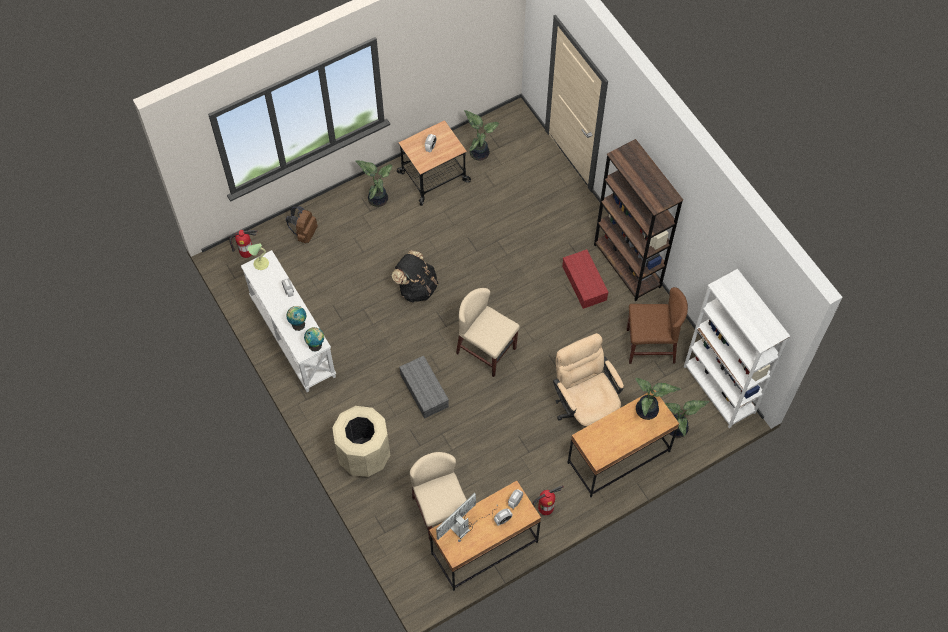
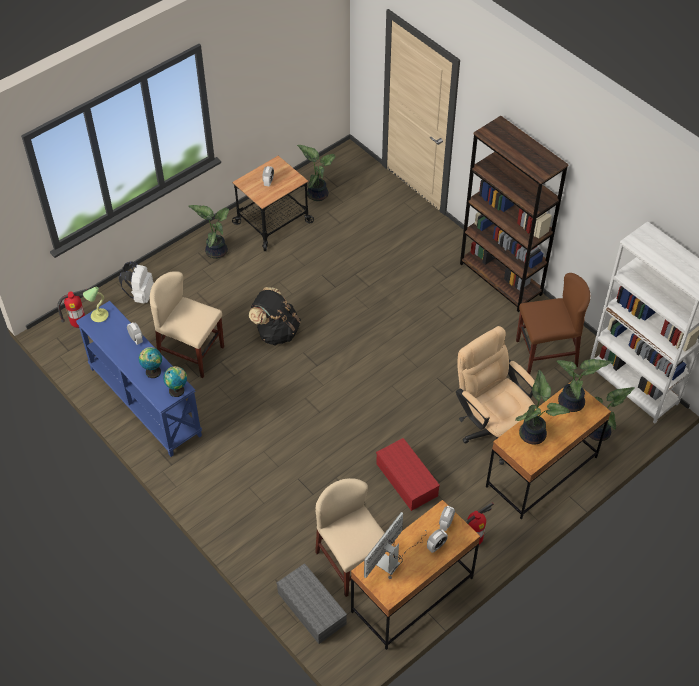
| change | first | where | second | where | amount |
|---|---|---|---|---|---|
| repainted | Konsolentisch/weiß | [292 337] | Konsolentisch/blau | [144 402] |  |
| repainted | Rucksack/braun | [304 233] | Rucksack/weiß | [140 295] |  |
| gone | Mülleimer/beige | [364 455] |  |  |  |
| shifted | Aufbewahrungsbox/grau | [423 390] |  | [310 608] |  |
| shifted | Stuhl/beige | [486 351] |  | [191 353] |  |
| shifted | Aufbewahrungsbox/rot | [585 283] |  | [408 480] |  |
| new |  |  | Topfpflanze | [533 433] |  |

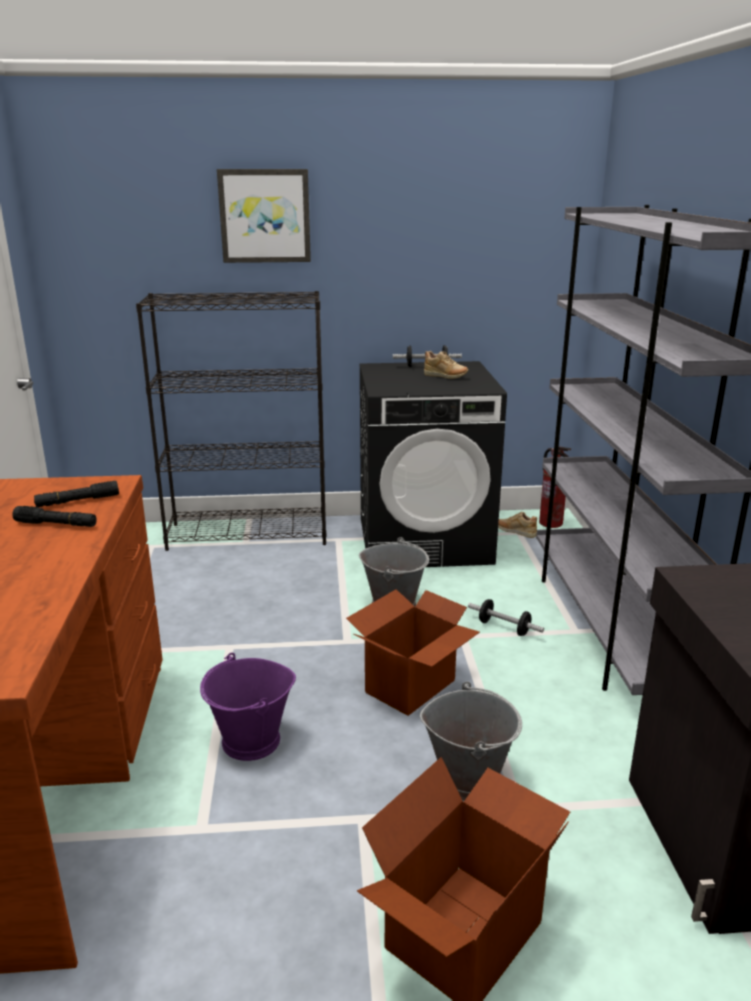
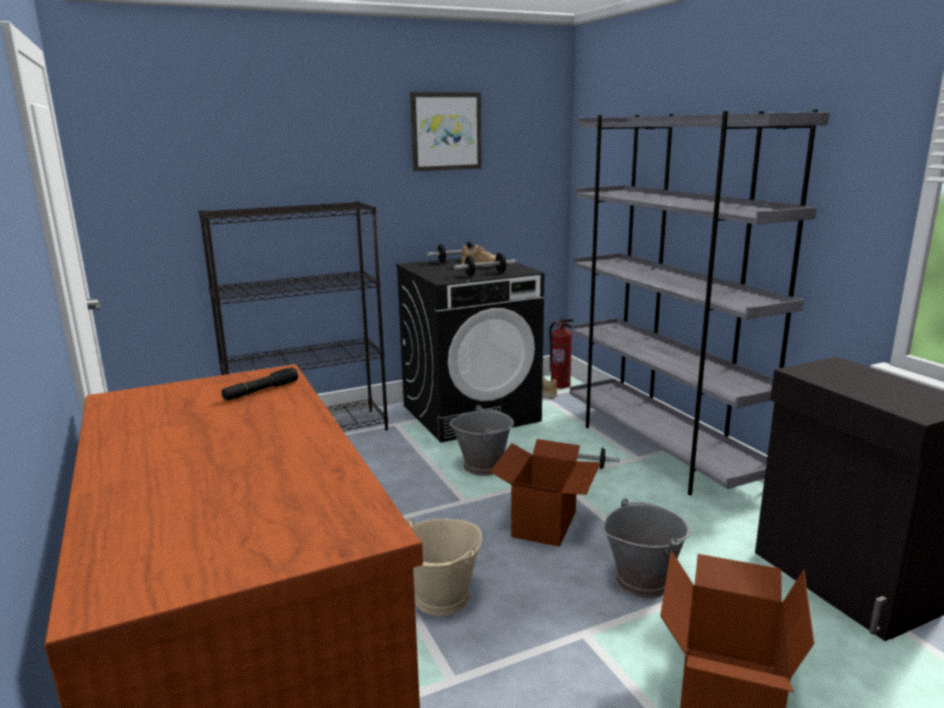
| change | first | where | second | where | amount |
|---|---|---|---|---|---|
| gone | Taschenlampe/schwarz | [56 524] |  |  |  |
| repainted | Eimer/lila | [251 741] | Eimer/beige | [442 598] |  |
| shifted | Bild | [265 216] |  | [446 131] |  |
| new |  |  | Hantel | [485 274] |  |

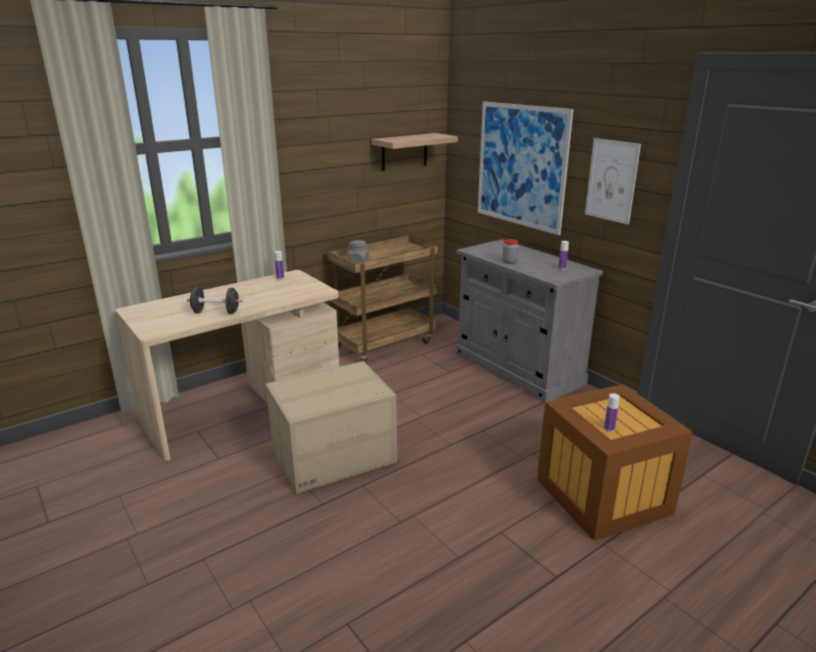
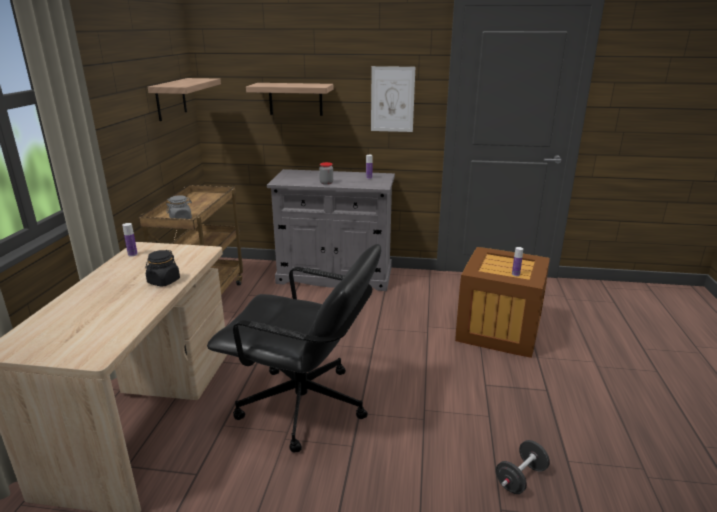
| change | first | where | second | where | amount |
|---|---|---|---|---|---|
| shifted | Hantel/schwarz | [216 312] |  | [520 478] |  |
| swapped | Karton | [334 457] | Bürostuhl/schwarz | [303 406] |  |
| swapped | Bild | [521 166] | Wandregal | [295 99] |  |
| new |  |  | Vorratsglas/schwarz | [163 281] |  |

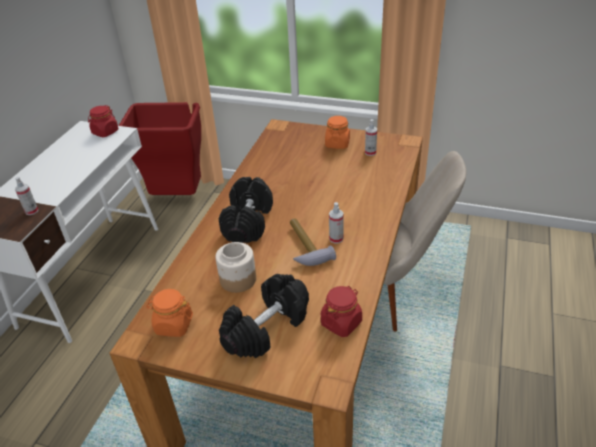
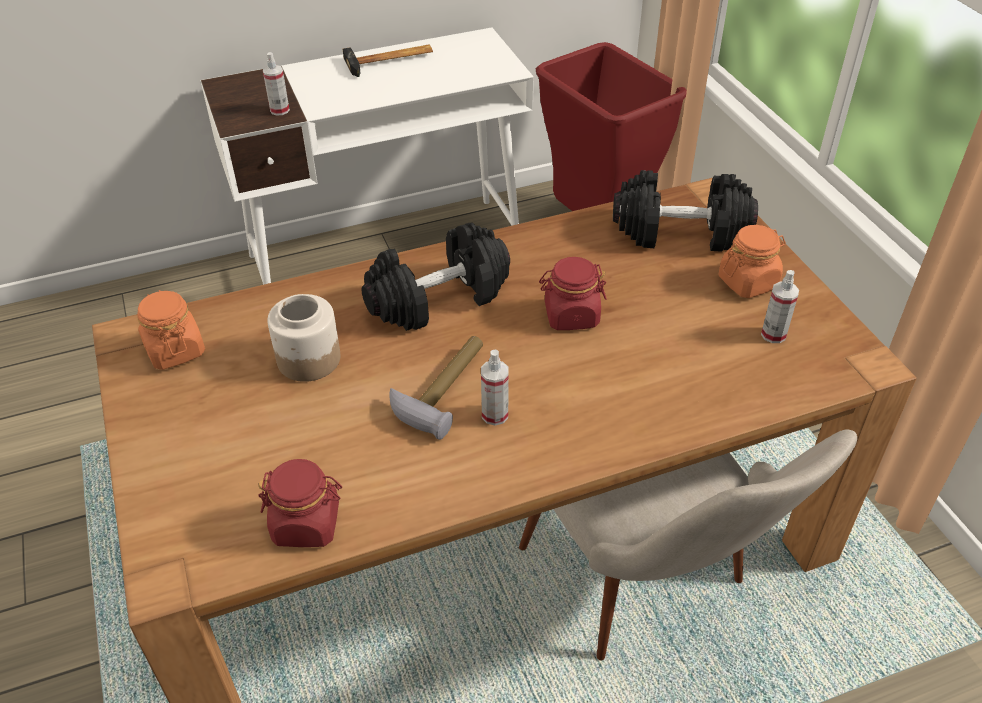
| change | first | where | second | where | amount |
|---|---|---|---|---|---|
| shifted | Vorratsglas/rot | [105 132] |  | [571 315] |  |
| shifted | Hantel/schwarz | [267 328] |  | [680 233] |  |
| new |  |  | Hammer | [390 61] |  |

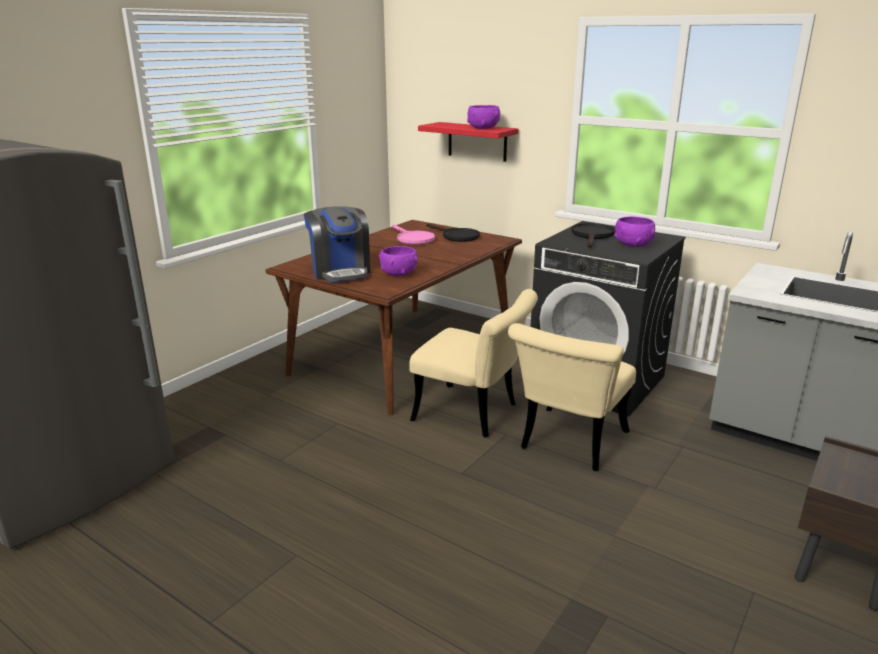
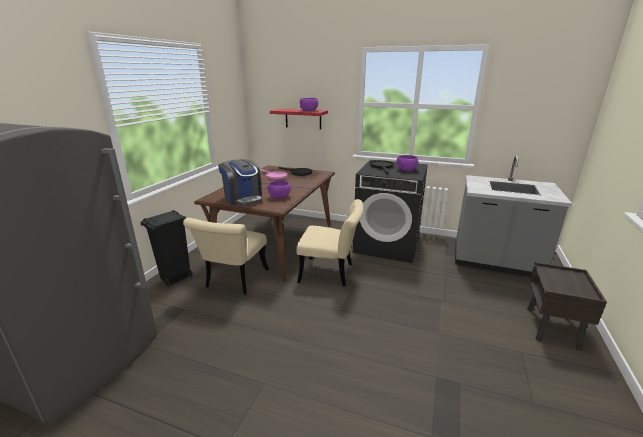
| change | first | where | second | where | amount |
|---|---|---|---|---|---|
| shifted | Stuhl/beige | [568 444] |  | [233 281] |  |
| new |  |  | Mülleimer/schwarz | [175 278] |  |

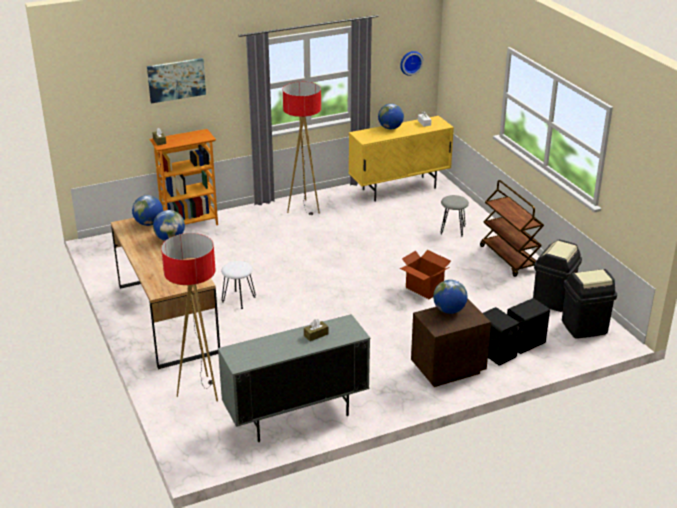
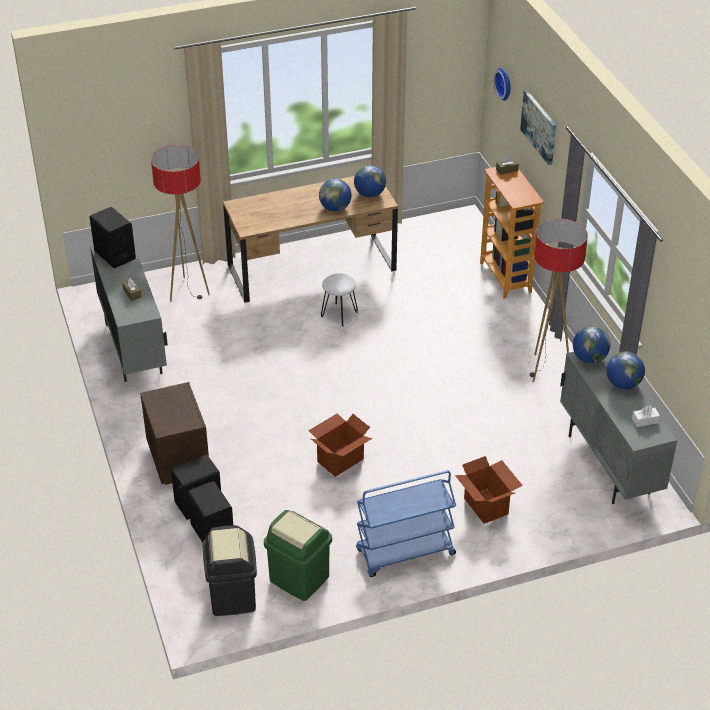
| change | first | where | second | where | amount |
|---|---|---|---|---|---|
| repainted | Schrank/gelb | [399 189] | Schrank/grau | [608 465] |  |
| shifted | Wanduhr | [410 62] |  | [505 83] |  |
| shifted | Globus | [449 310] |  | [589 358] |  |
| swapped | Hocker/grau | [452 230] | Karton | [486 506] |  |
| repainted | Rollwagen/braun | [509 258] | Rollwagen/blau | [405 553] |  |
| repainted | Mülleimer/schwarz | [553 299] | Mülleimer/grün | [299 579] |  |
| new |  |  | Lautsprecher/schwarz | [115 255] |  |

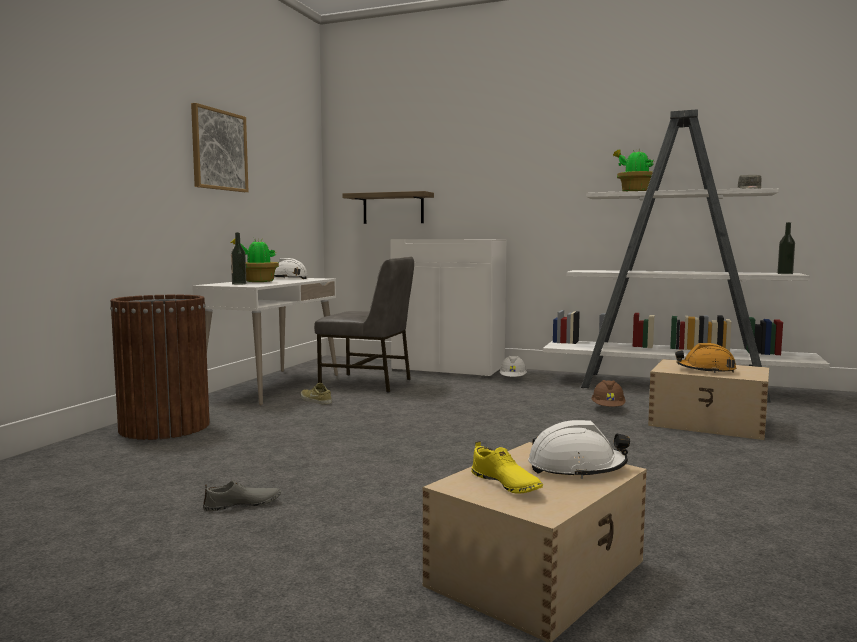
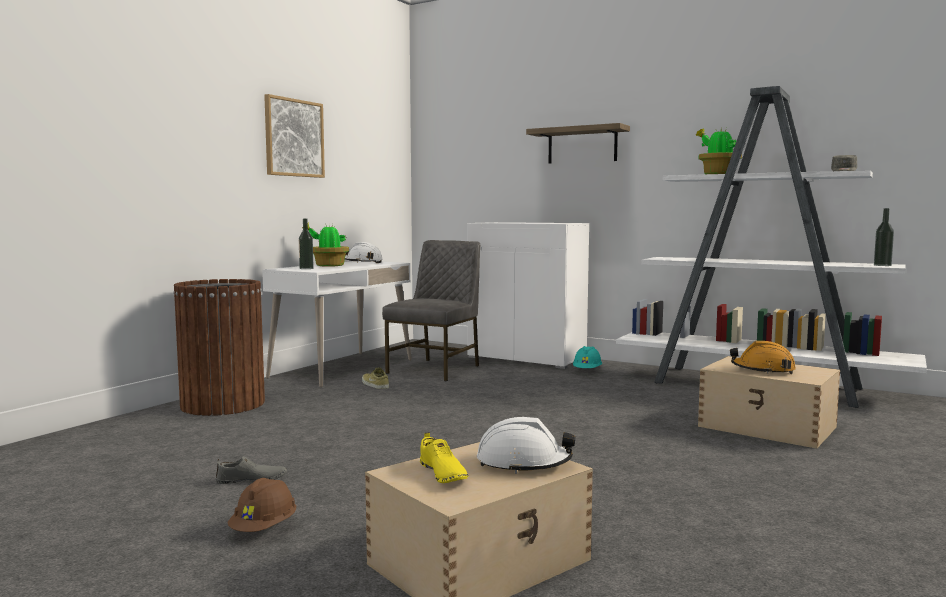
| change | first | where | second | where | amount |
|---|---|---|---|---|---|
| rotated | Stuhl/grau | [367 383] |  | [436 369] | 90 degrees counterclockwise |
| shifted | Wandregal | [393 208] |  | [582 145] |  |
| repainted | Schutzhelm/weiß | [513 379] | Schutzhelm/türkis | [587 371] |  |
| shifted | Schutzhelm/braun | [608 409] |  | [264 529] |  |

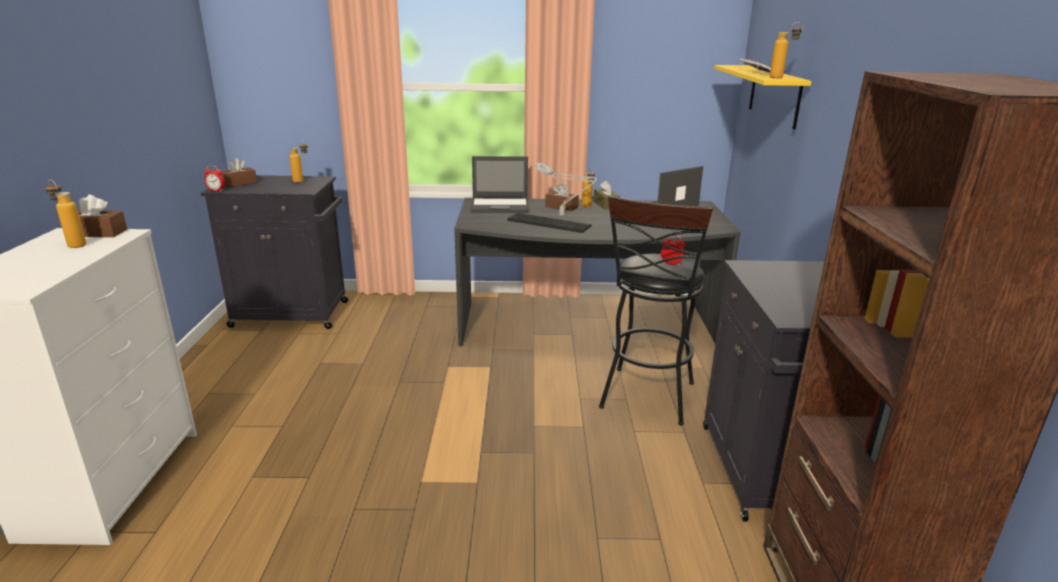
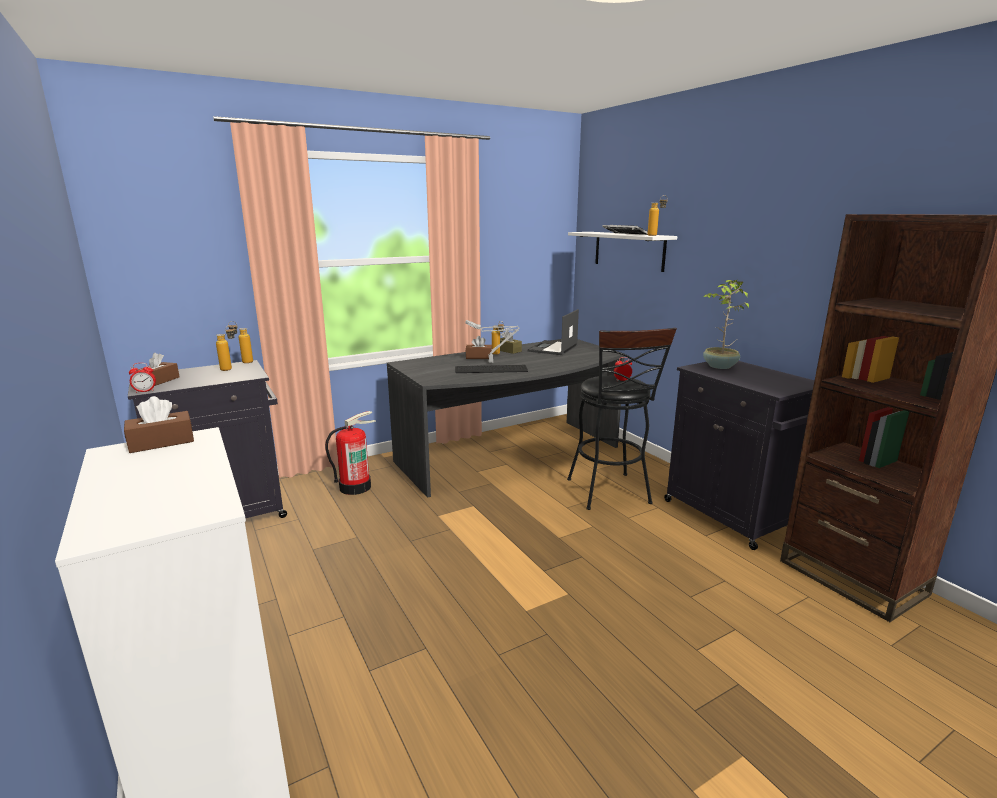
| change | first | where | second | where | amount |
|---|---|---|---|---|---|
| shifted | Flasche | [73 244] |  | [243 362] |  |
| gone | Laptop | [500 206] |  |  |  |
| repainted | Wandregal/gelb | [774 95] | Wandregal/weiß | [628 250] |  |
| new |  |  | Feuerlöscher | [355 487] |  |
| new |  |  | Topfpflanze | [719 366] |  |

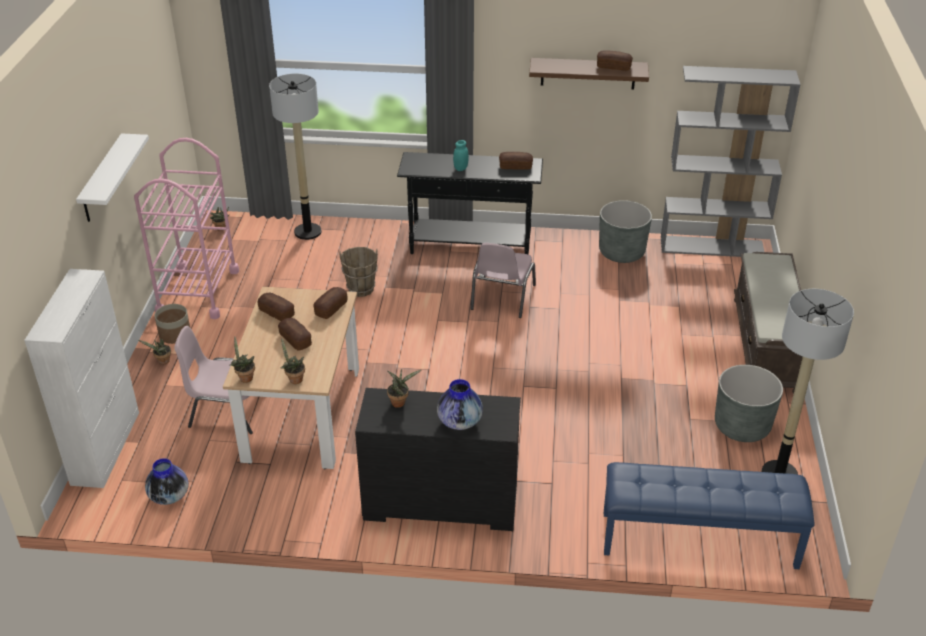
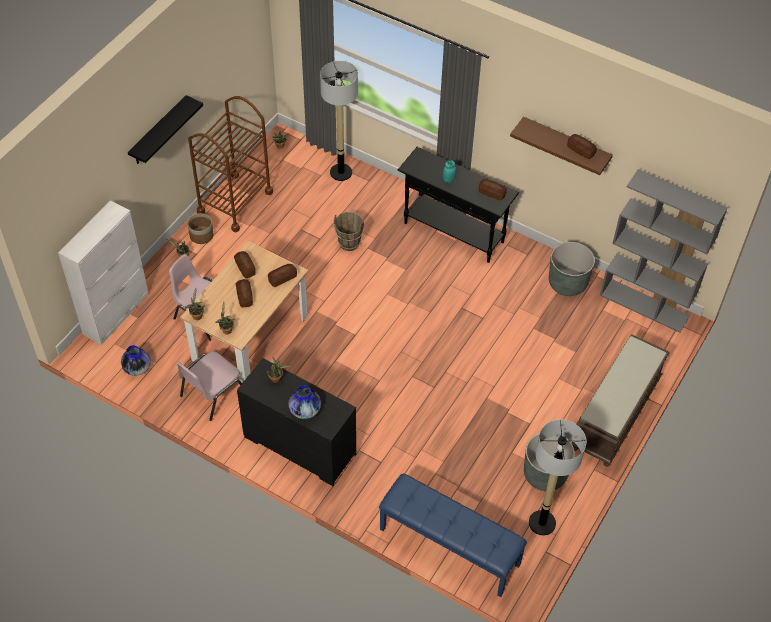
| change | first | where | second | where | amount |
|---|---|---|---|---|---|
| repainted | Wandregal/weiß | [102 179] | Wandregal/schwarz | [158 131] |  |
| repainted | Rollwagen/rosa | [198 292] | Rollwagen/braun | [235 202] |  |
| shifted | Stuhl/rosa | [501 298] |  | [212 393] |  |

